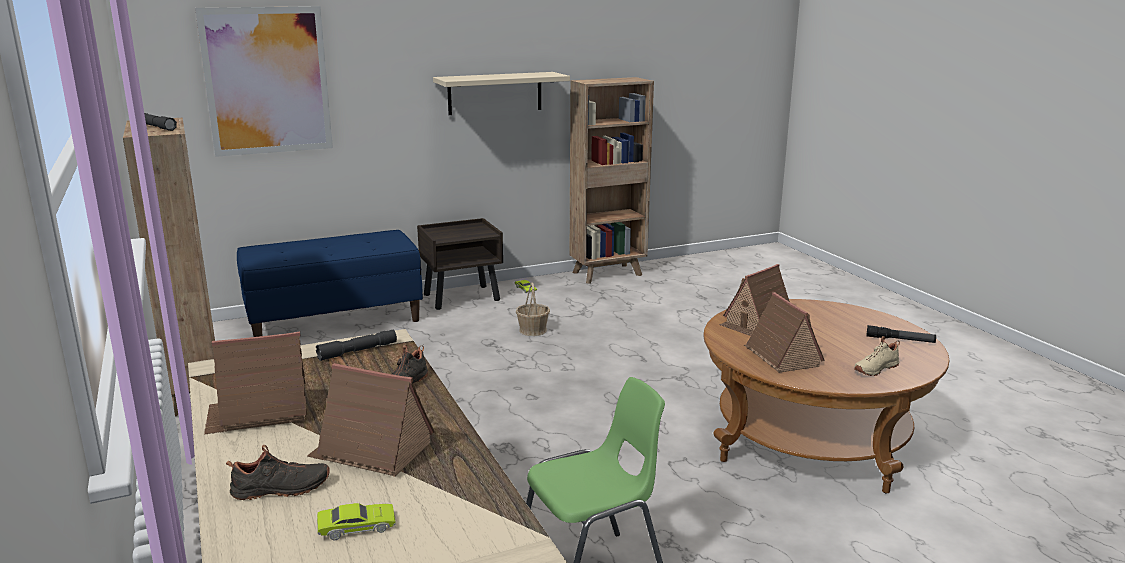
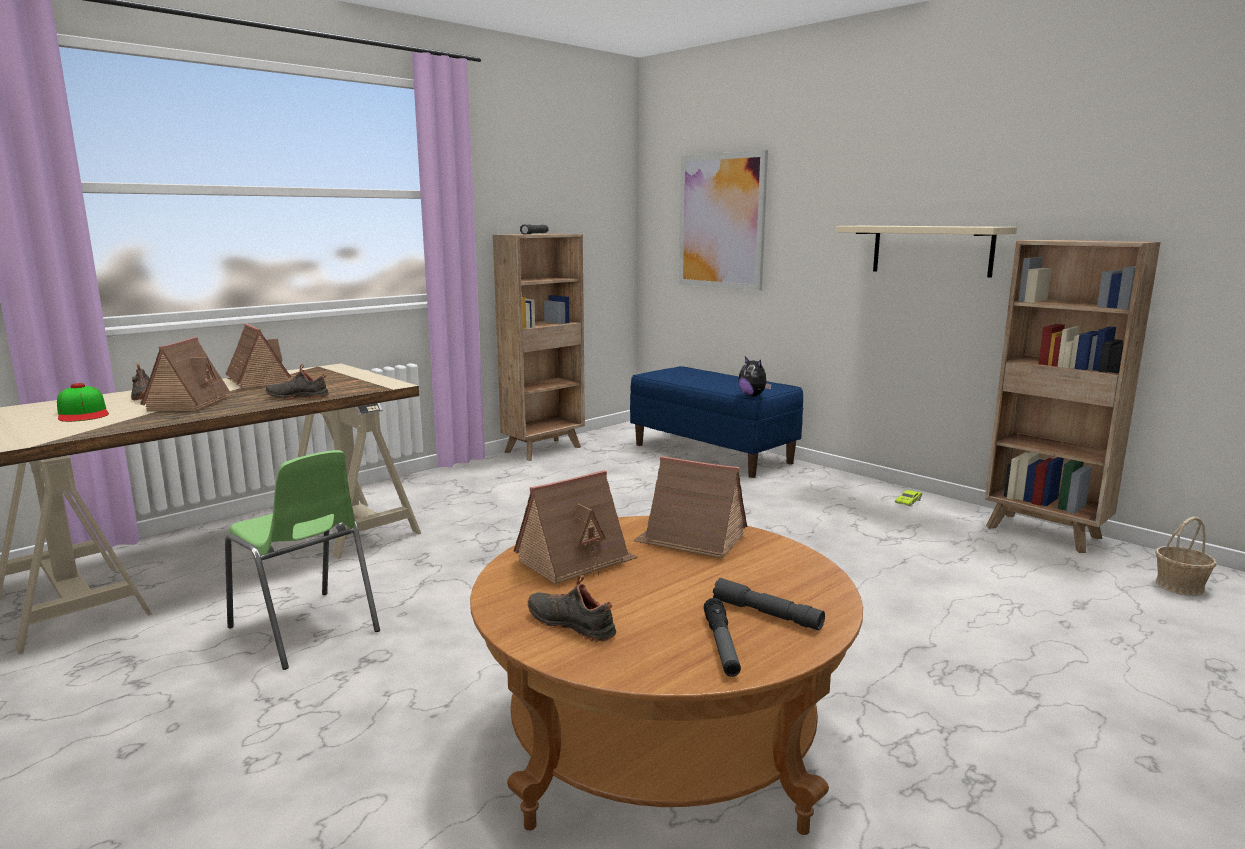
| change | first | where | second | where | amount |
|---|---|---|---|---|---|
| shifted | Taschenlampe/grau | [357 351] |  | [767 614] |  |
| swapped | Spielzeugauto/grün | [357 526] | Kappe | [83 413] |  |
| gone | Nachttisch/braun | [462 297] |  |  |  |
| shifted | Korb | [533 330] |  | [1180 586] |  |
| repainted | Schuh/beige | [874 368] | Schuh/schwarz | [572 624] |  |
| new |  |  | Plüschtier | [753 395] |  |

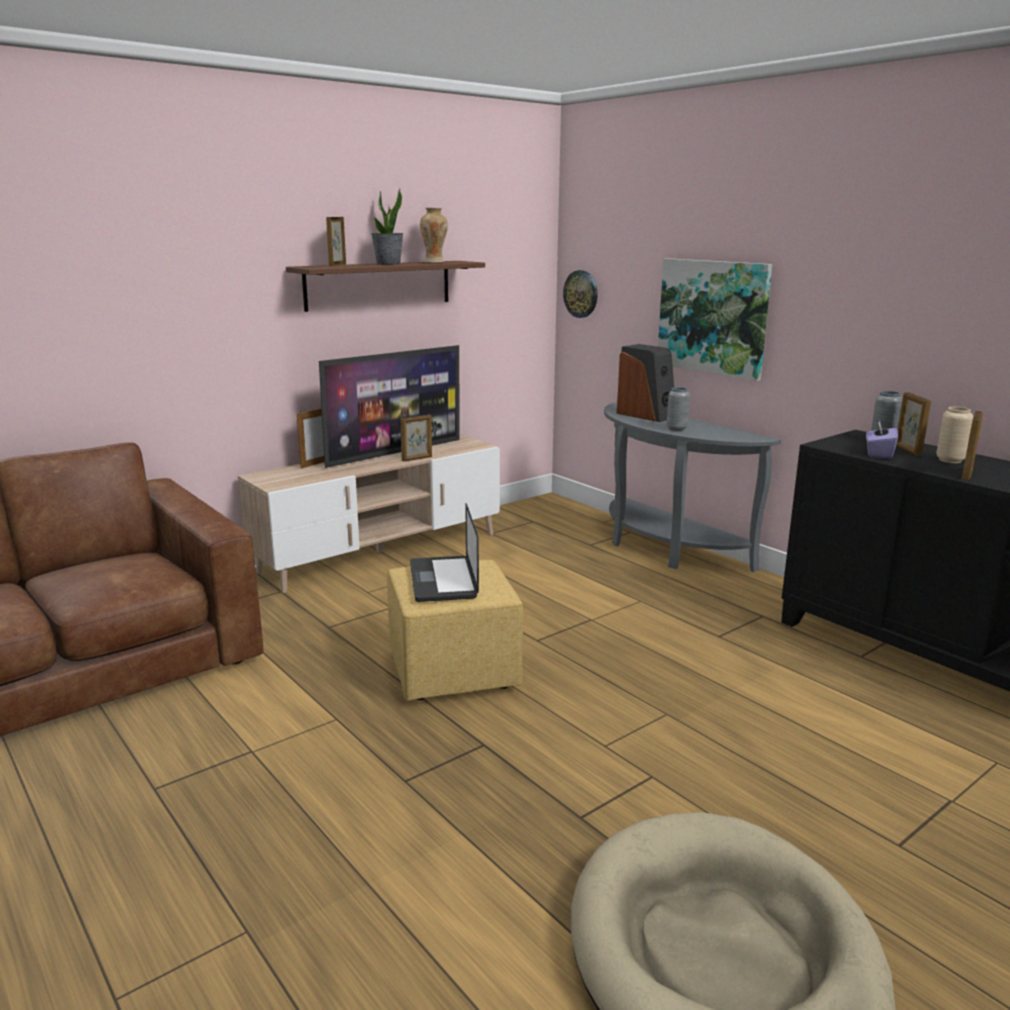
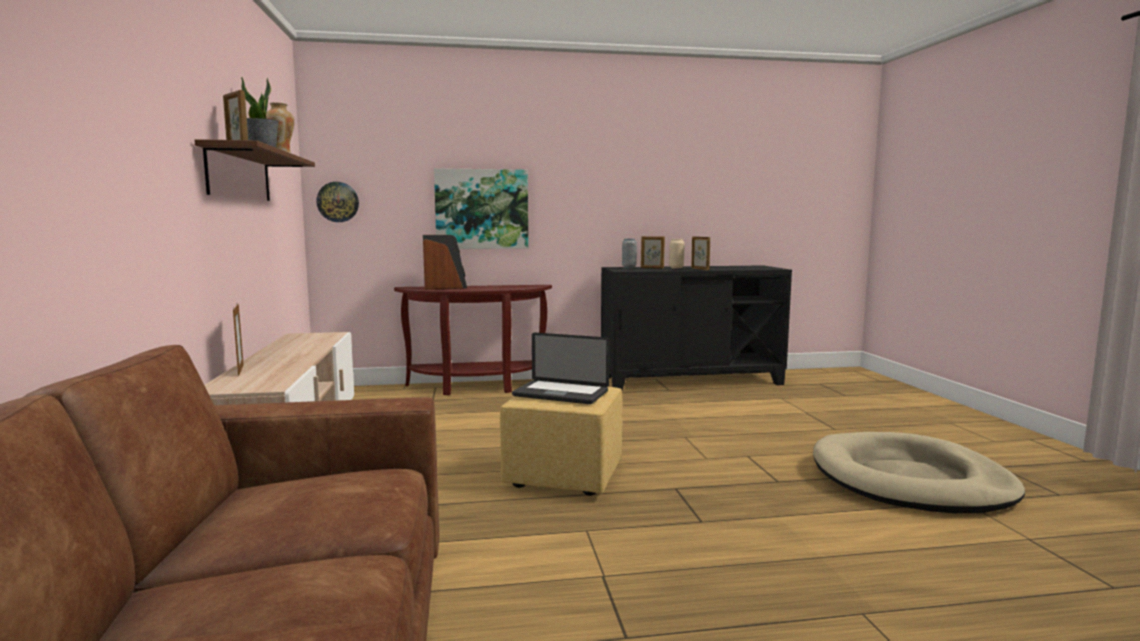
| change | first | where | second | where | amount |
|---|---|---|---|---|---|
| gone | Fernseher | [395 453] |  |  |  |
| gone | Bilderrahmen | [417 459] |  |  |  |
| repainted | Konsolentisch/grau | [664 548] | Konsolentisch/braun | [476 387] |  |
| gone | Vase/grau | [676 429] |  |  |  |
| gone | Taschentuchbox/lila | [878 454] |  |  |  |

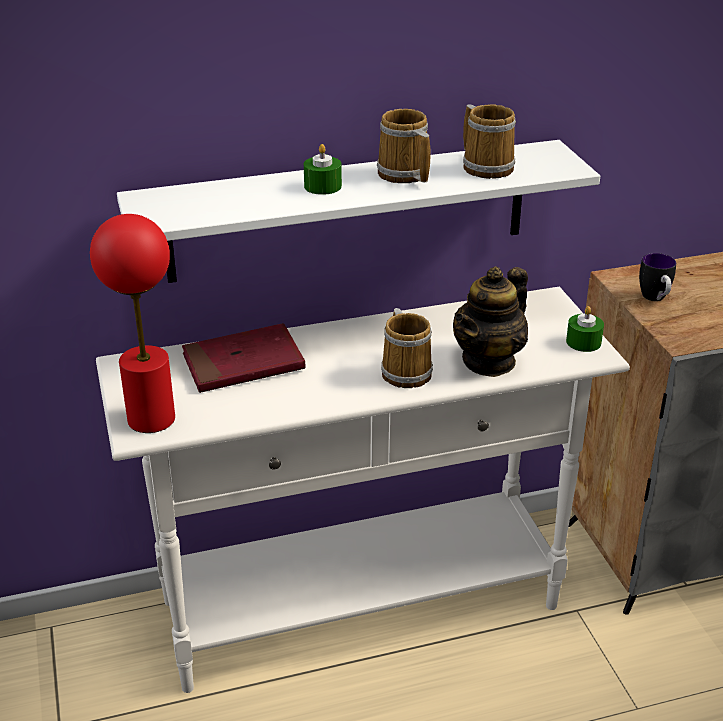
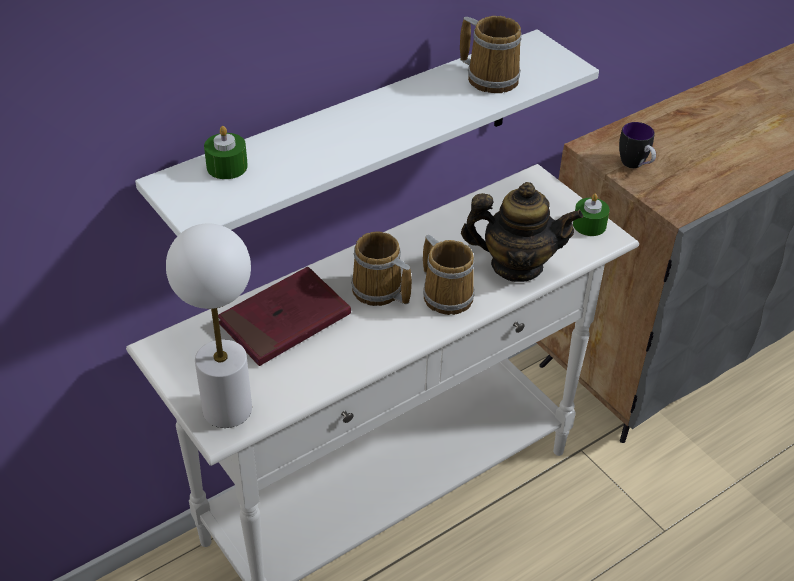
| change | first | where | second | where | amount |
|---|---|---|---|---|---|
| repainted | Tischlampe/rot | [152 418] | Tischlampe/weiß | [227 408] |  |
| shifted | Kerze/grün | [322 186] |  | [227 166] |  |
| shifted | Henkelbecher | [403 175] |  | [379 292] |  |
| rotated | Teekanne | [489 361] |  | [516 265] | 105 degrees counterclockwise |

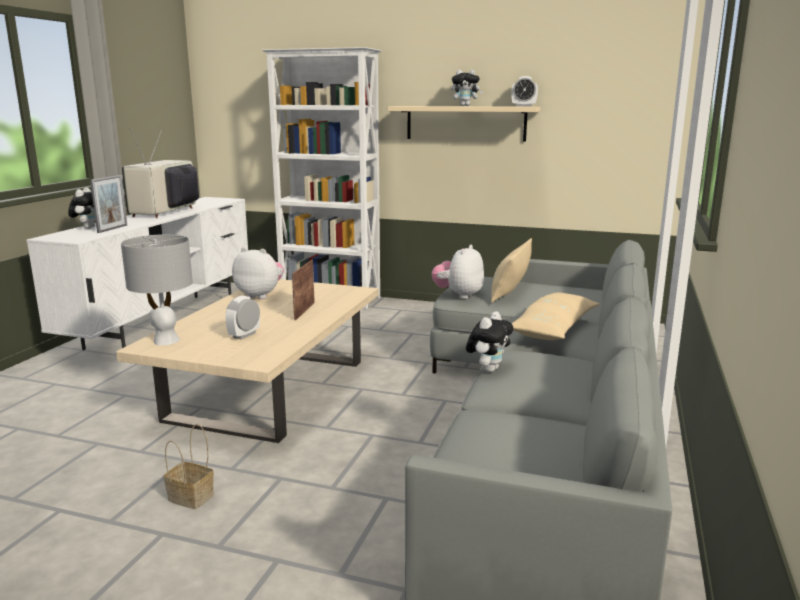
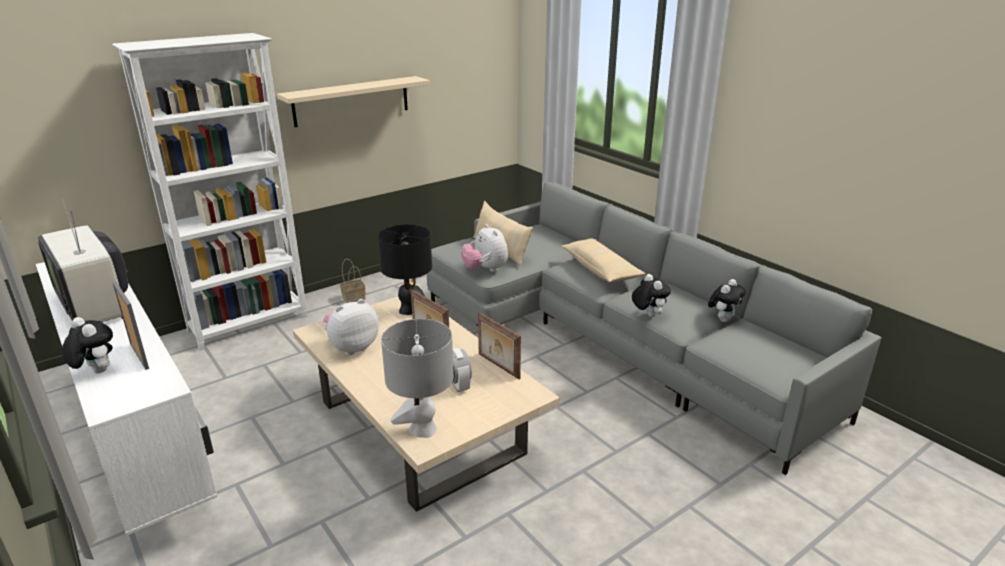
| change | first | where | second | where | amount |
|---|---|---|---|---|---|
| shifted | Korb | [192 497] |  | [354 298] |  |
| shifted | Plüschtier | [465 106] |  | [723 319] |  |
| gone | Wecker | [523 106] |  |  |  |
| new |  |  | Tischlampe/schwarz | [409 310] |  |
| new |  |  | Bilderrahmen | [498 366] |  |

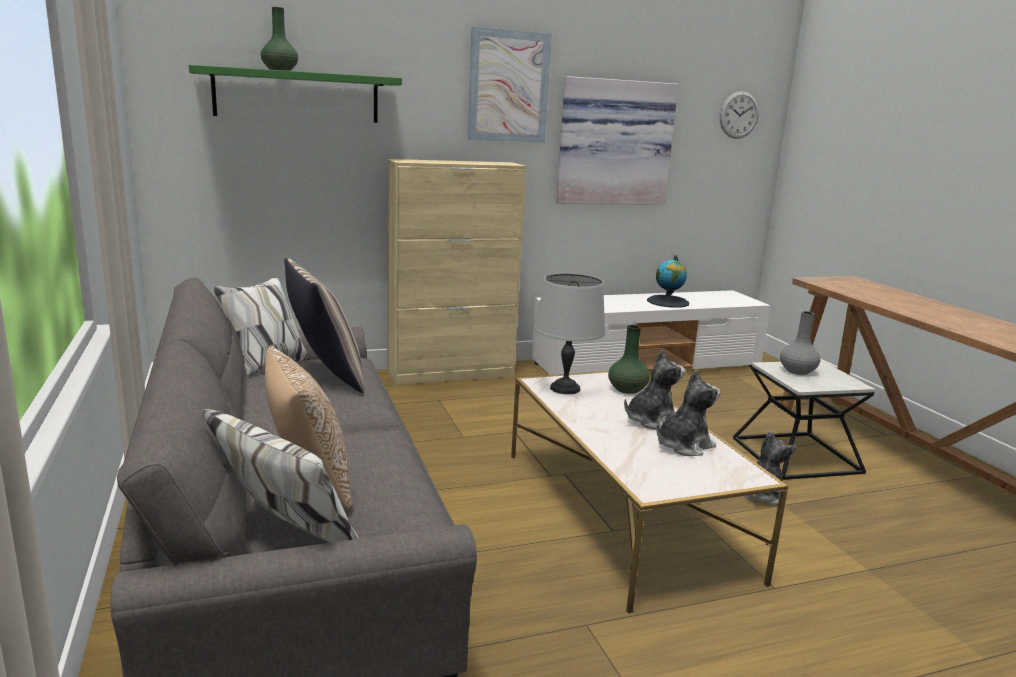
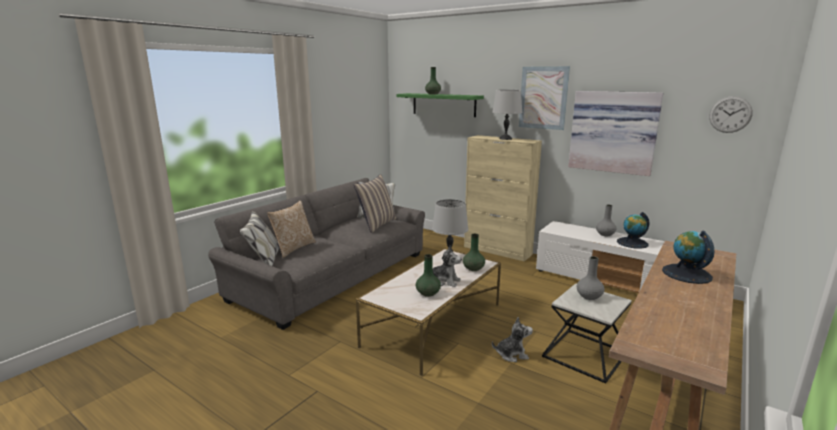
| change | first | where | second | where | amount |
|---|---|---|---|---|---|
| swapped | Plüschtier | [683 446] | Vase/grün | [428 293] |  |
| new |  |  | Tischlampe/grau | [506 138] |  |
| new |  |  | Vase/grau | [605 234] |  |
| new |  |  | Globus | [686 274] |  |

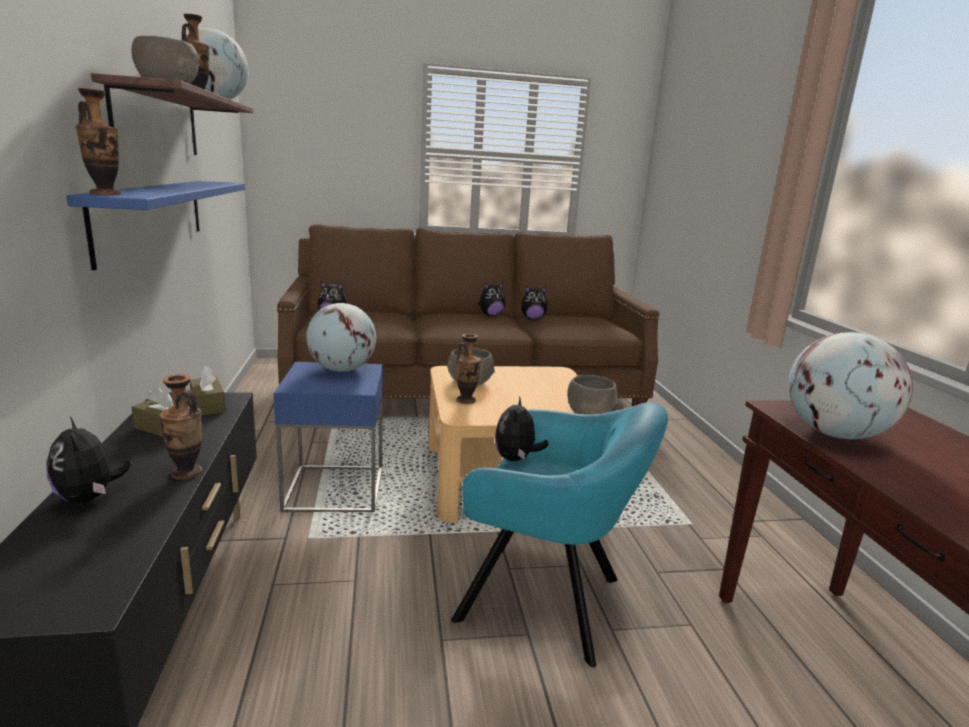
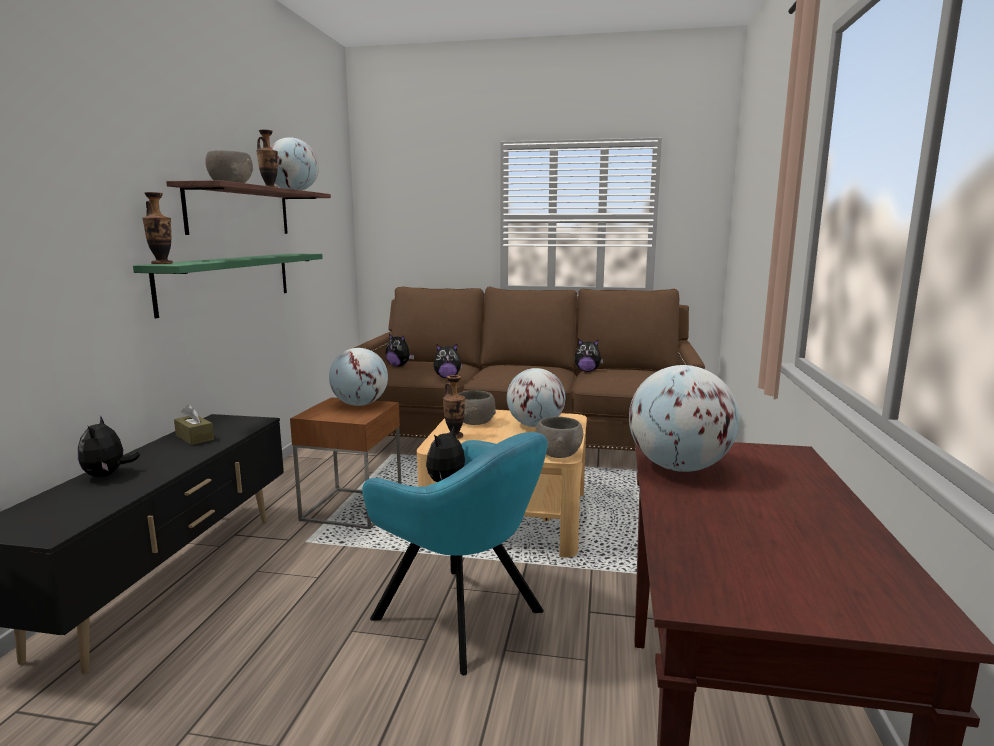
| change | first | where | second | where | amount |
|---|---|---|---|---|---|
| repainted | Wandregal/blau | [153 216] | Wandregal/grün | [228 281] |  |
| gone | Vase | [186 473] |  |  |  |
| gone | Taschentuchbox/braun | [208 405] |  |  |  |
| repainted | Beistelltisch/blau | [334 488] | Beistelltisch/braun | [352 508] |  |
| shifted | Plüschtier | [491 315] |  | [447 377] |  |
| new |  |  | Globus | [535 425] |  |

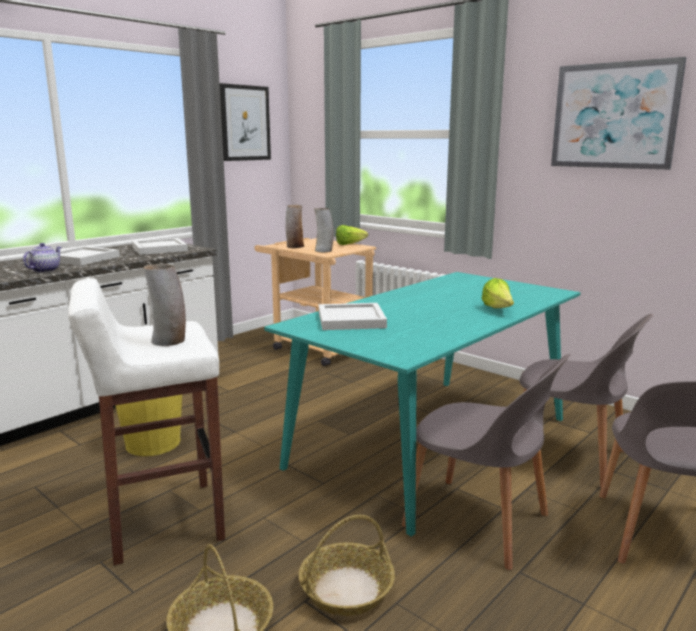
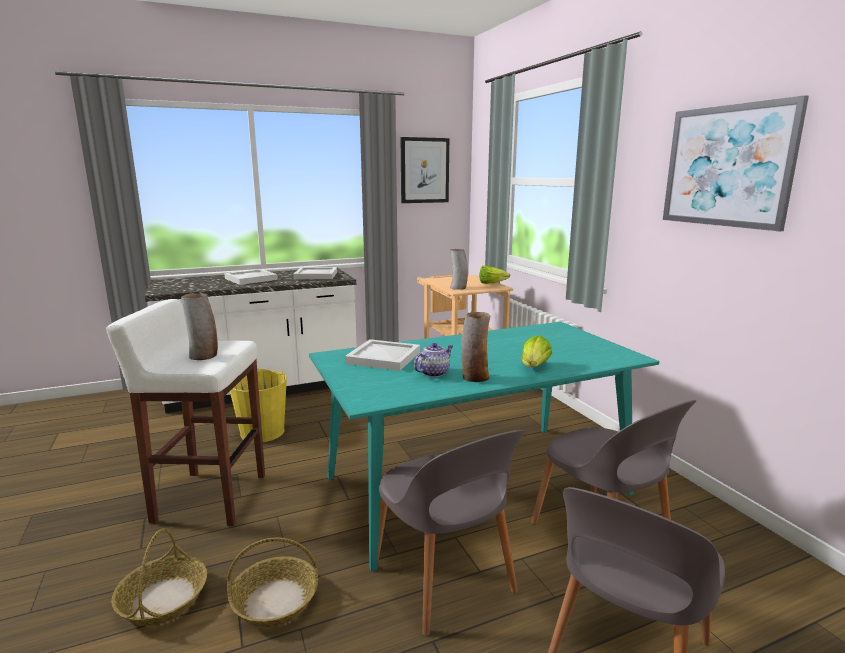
| change | first | where | second | where | amount |
|---|---|---|---|---|---|
| shifted | Teekanne | [45 270] |  | [434 373] |  |
| shifted | Vase | [295 247] |  | [474 378] |  |

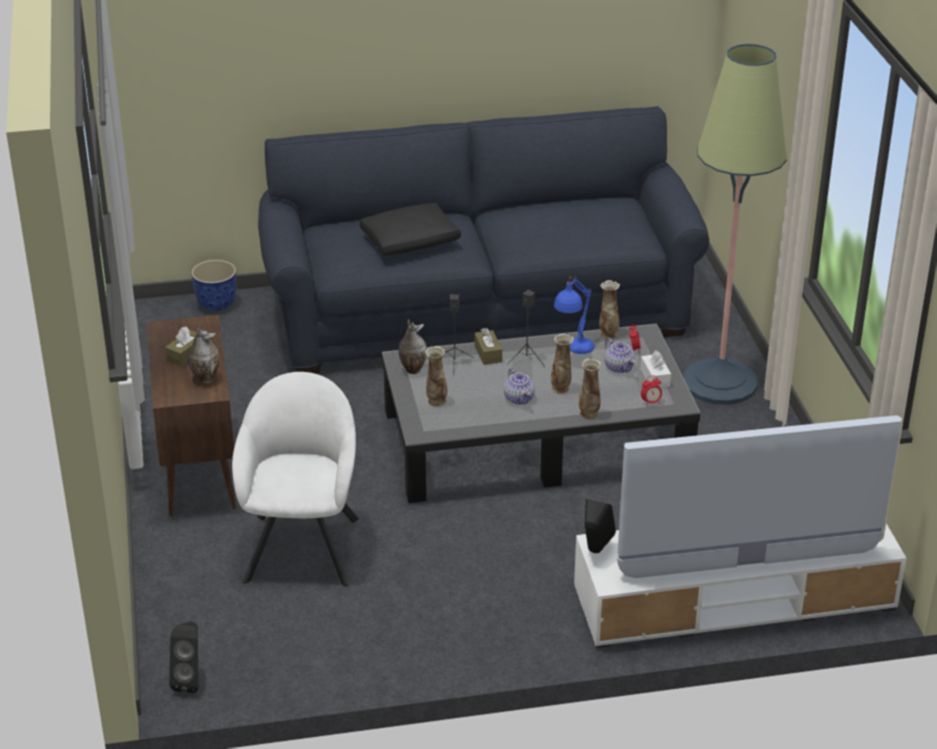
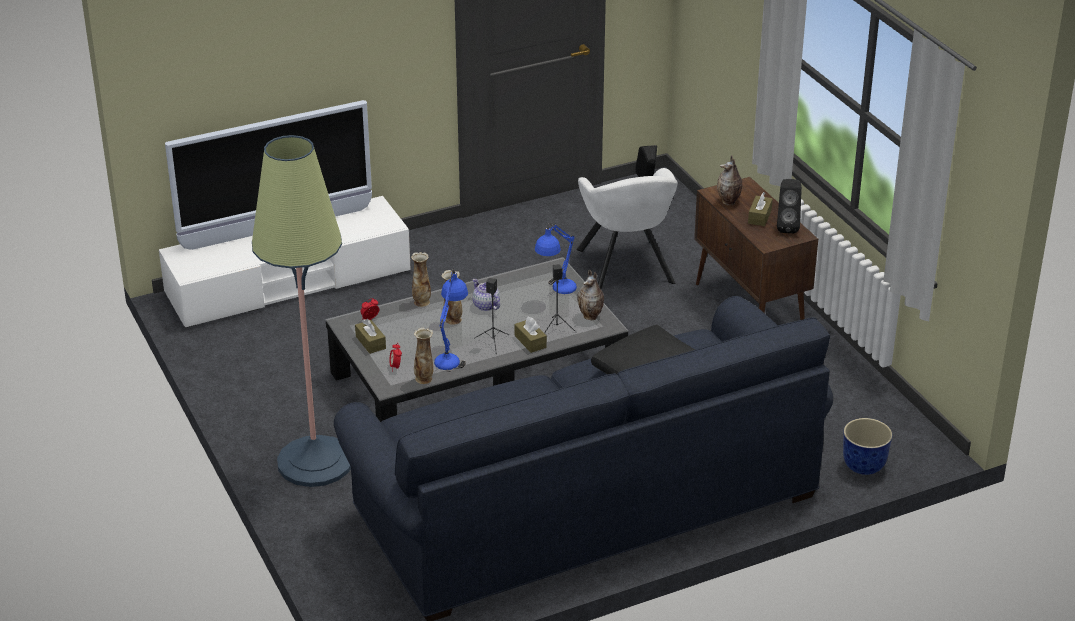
| change | first | where | second | where | amount |
|---|---|---|---|---|---|
| swapped | Vase | [436 401] | Tischlampe/blau | [555 293] |  |
| shifted | Lautsprecher/schwarz | [595 552] |  | [787 226] |  |
| gone | Teekanne | [619 367] |  |  |  |
| repainted | Taschentuchbox/weiß | [655 378] | Taschentuchbox/braun | [370 342] |  |

